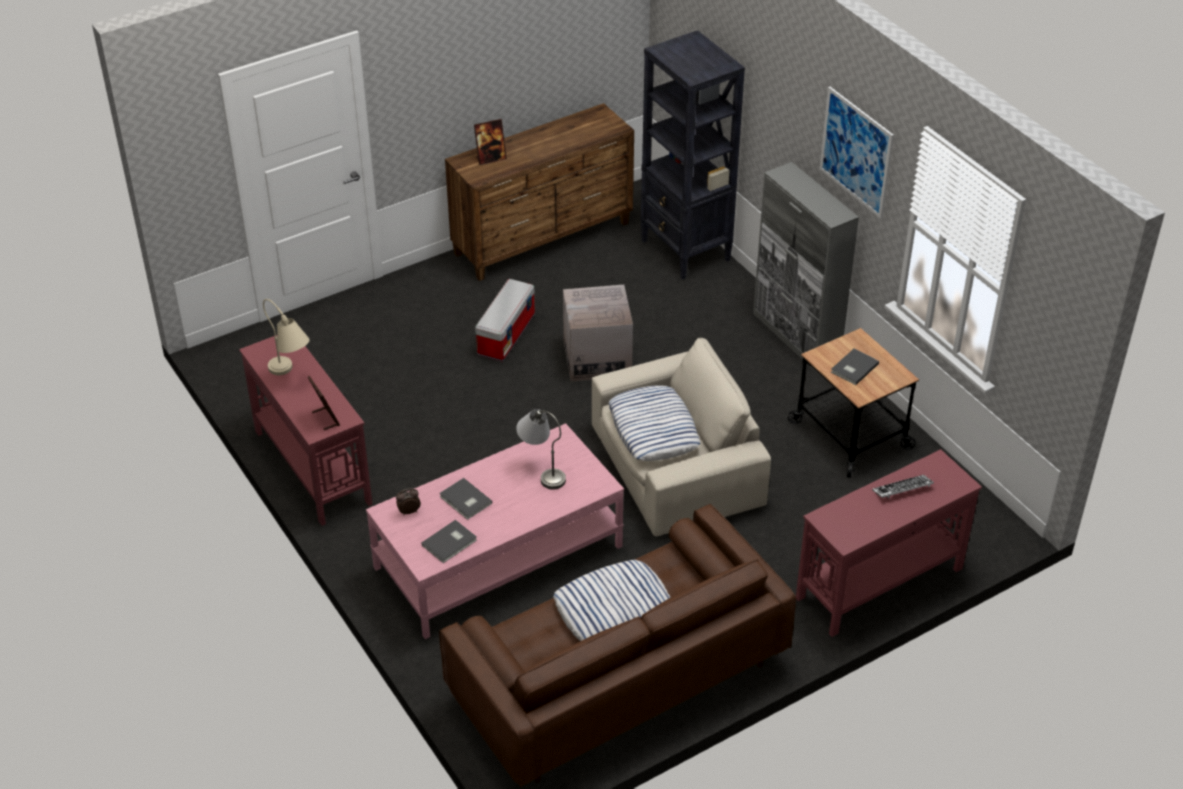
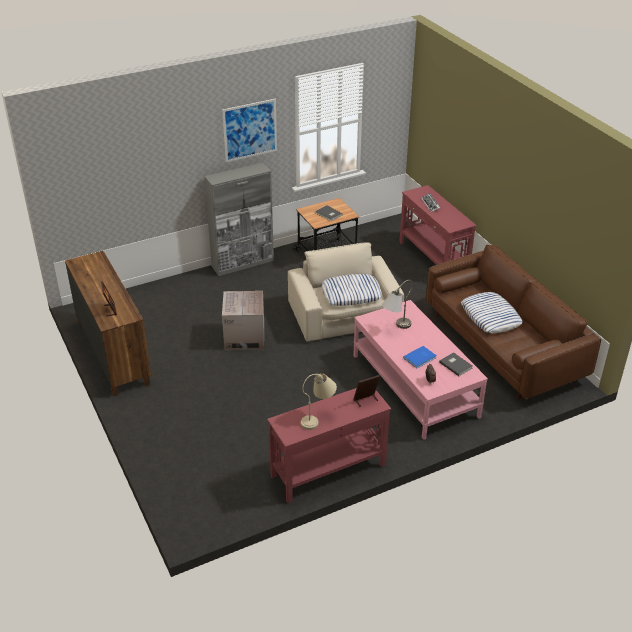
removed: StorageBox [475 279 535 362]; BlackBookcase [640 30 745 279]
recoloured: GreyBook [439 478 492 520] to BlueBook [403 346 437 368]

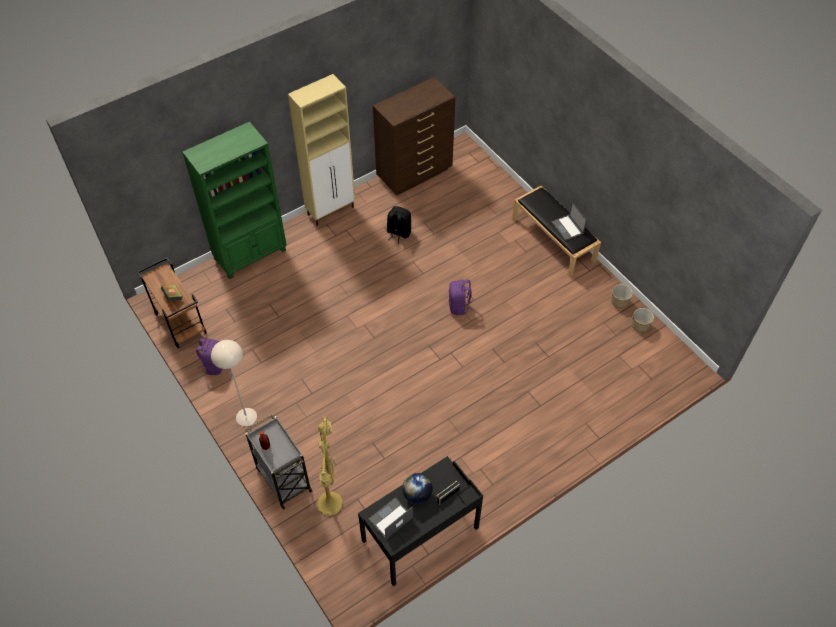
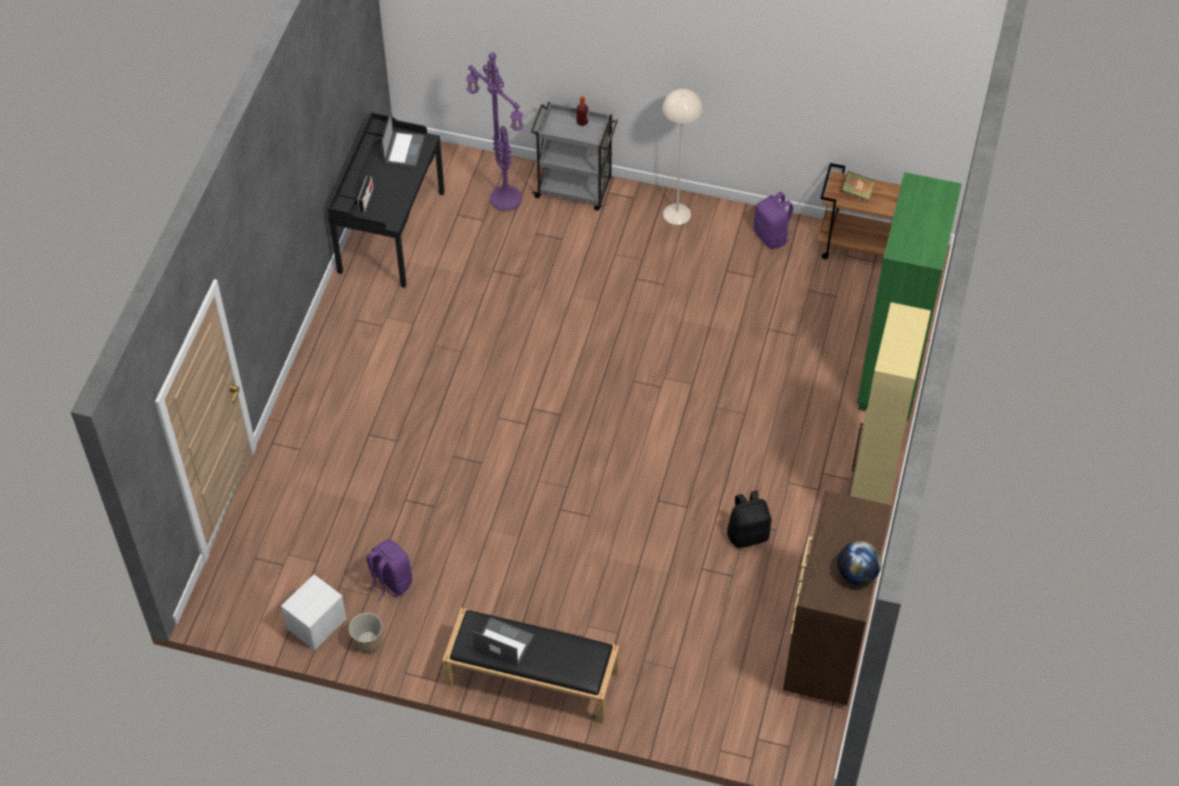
moved: Globe [403 473 433 504] to [838 541 882 585]; PurpleBackpack [449 280 474 315] to [366 539 412 602]
replaced: Planter [632 308 654 332] to WhiteStorageBox [281 574 347 650]
recoloured: YellowFloorLamp [317 417 343 516] to PurpleFloorLamp [466 52 524 212]

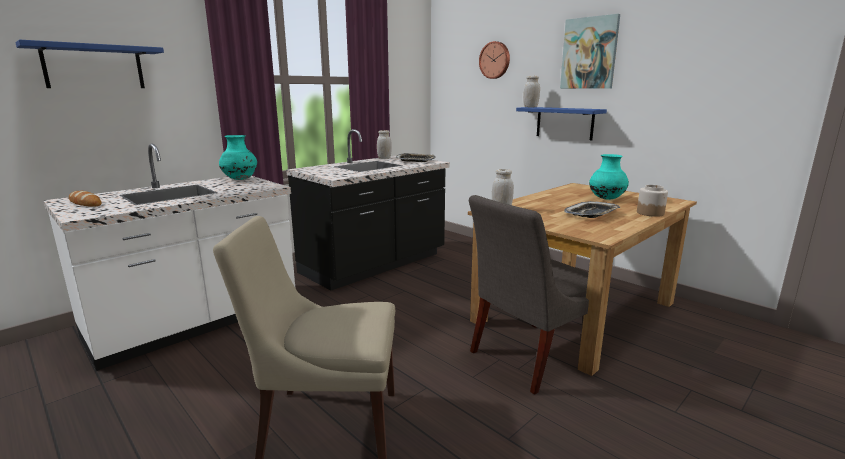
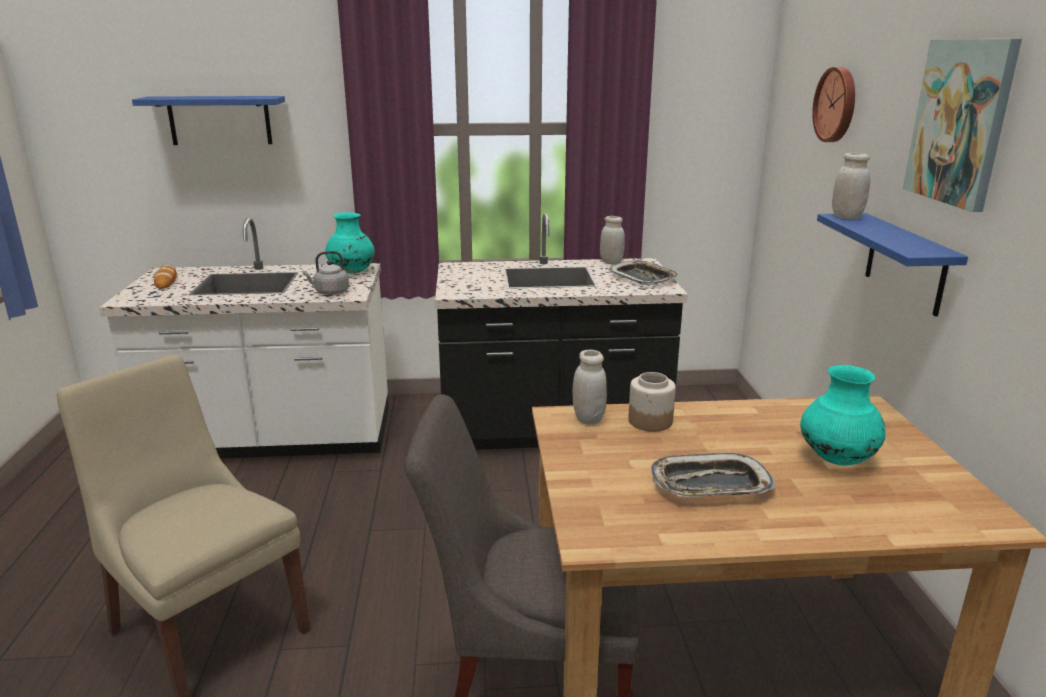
added: GreyKettle [303 251 349 295]
moved: Jar [637 185 668 217] to [628 372 676 431]

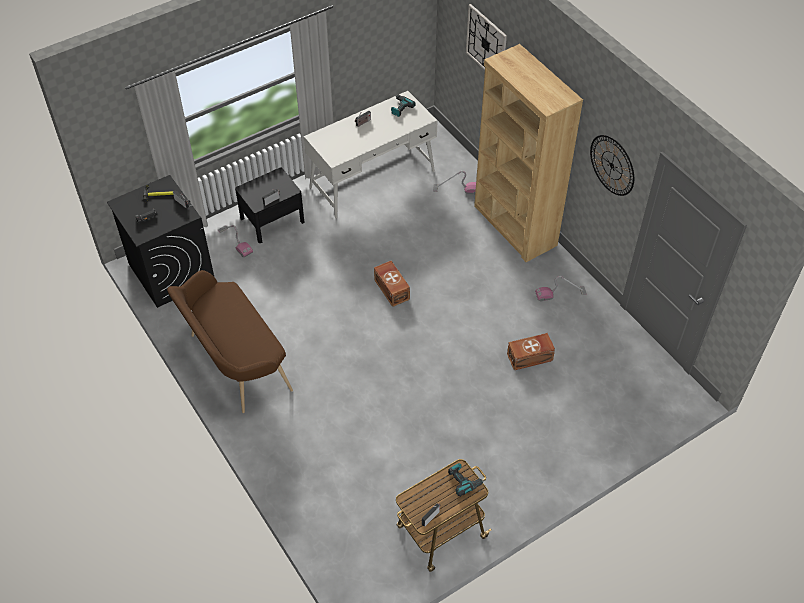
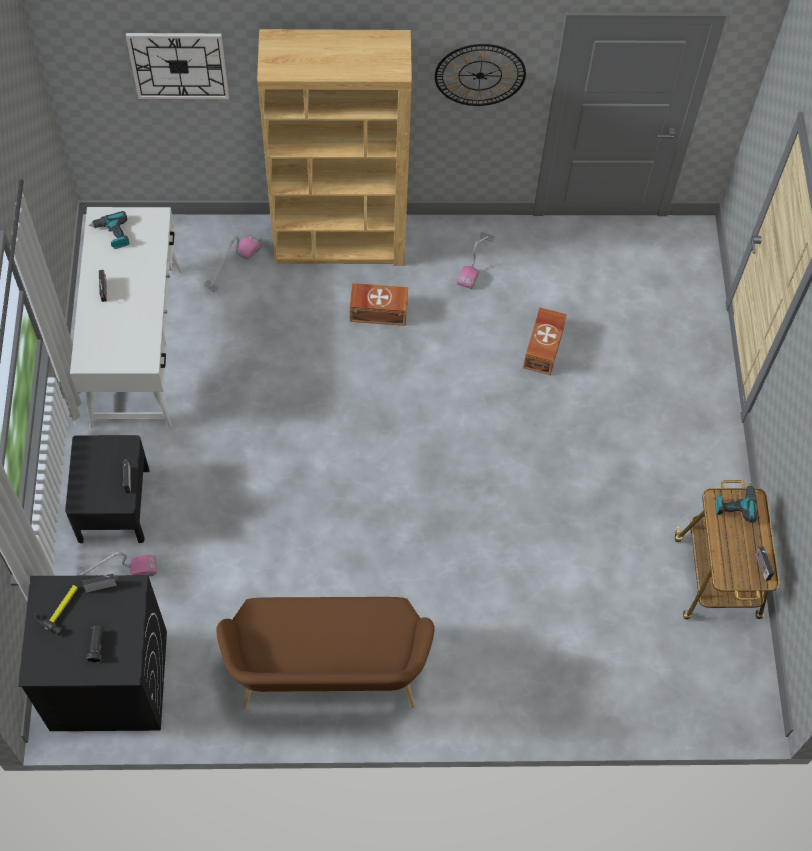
moved: BrownStorageBox [374 261 410 307] to [350 283 408 326]

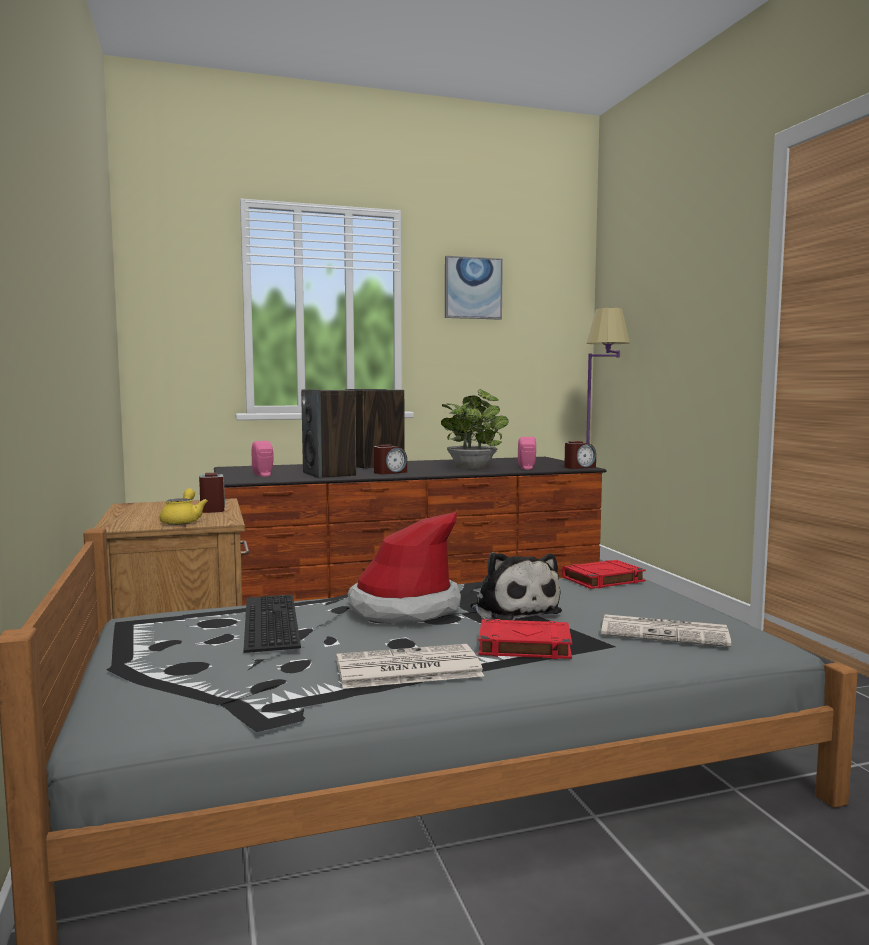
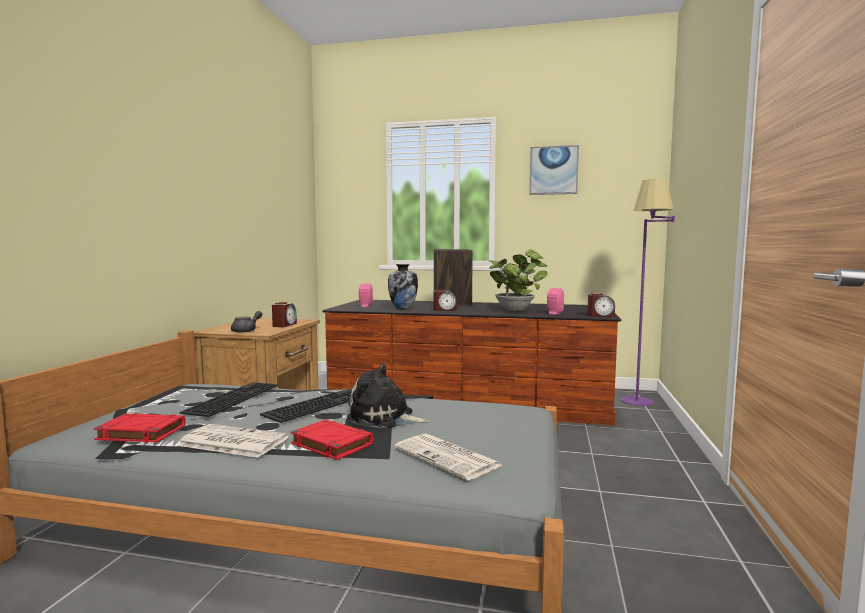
moved: RedBook [562 560 646 589] to [93 413 186 443]
replaced: Speaker [301 389 356 478] to Vase [388 264 418 309]; Hat [348 512 461 624] to Keyboard [260 388 352 423]
recoloured: YellowTeapot [159 488 208 525] to GreyTeapot [231 311 262 333]
turned: PlushToy [470 552 562 620] = [347 364 429 428] 105 degrees clockwise

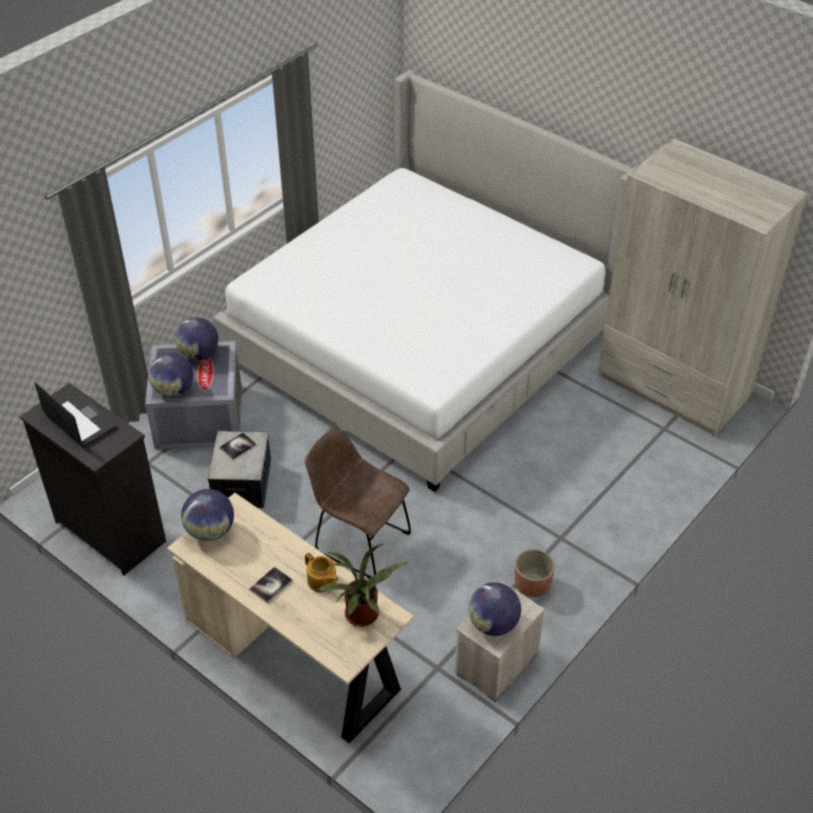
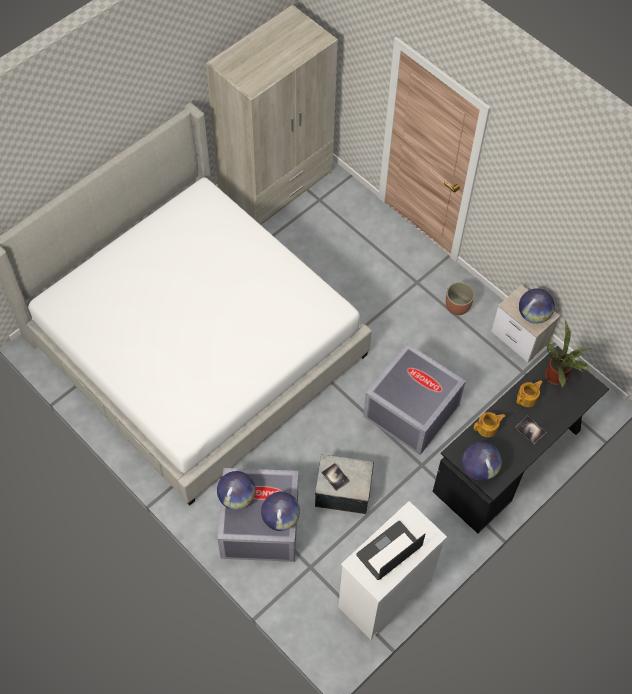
added: Teapot [474 412 505 437]
replaced: BrownChair [305 426 411 579] to GreyStorageBox [363 343 466 455]
recoloured: BlackDresser [20 383 166 575] to WhiteDresser [338 501 447 640]; BeigeDesk [167 493 414 744] to BlackDesk [433 346 609 533]

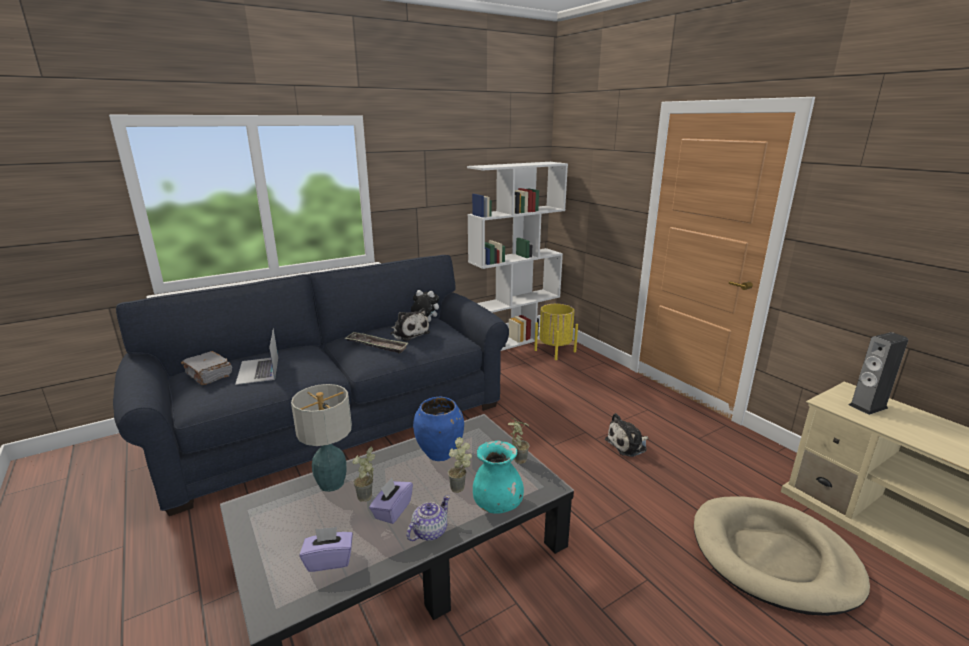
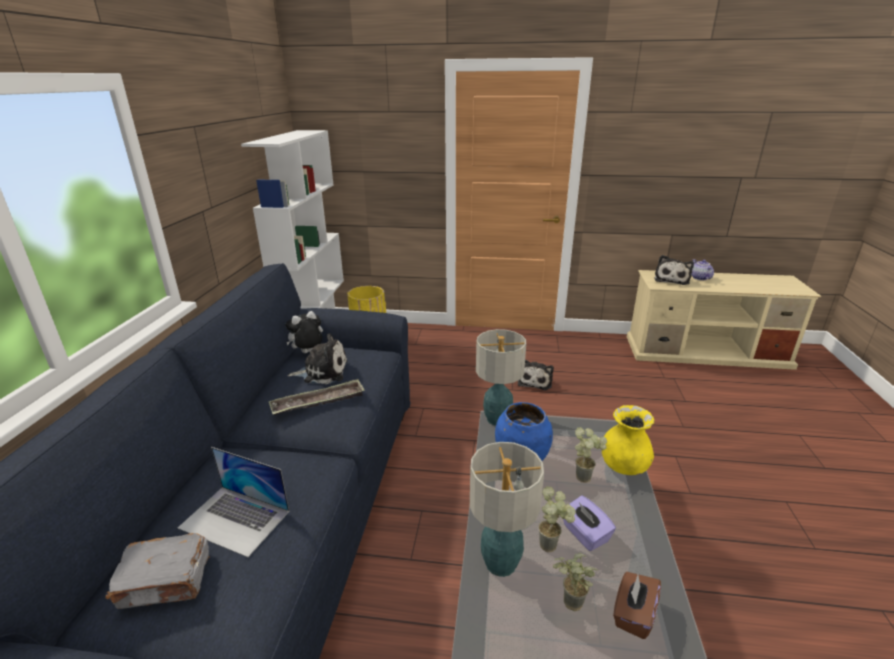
removed: BeigeDogBed [694 496 870 616]
added: TableLamp [476 329 526 426]
moved: Teapot [407 495 450 541] to [691 259 714 280]; PottedPlant [508 418 530 464] to [553 553 598 611]
replaced: Speaker [849 332 908 415] to PlushToy [654 255 694 285]
recoloured: PurpleTissueBox [300 527 353 572] to BrownTissueBox [613 572 661 639]; TurquoiseVase [473 441 524 514] to YellowVase [602 405 655 475]

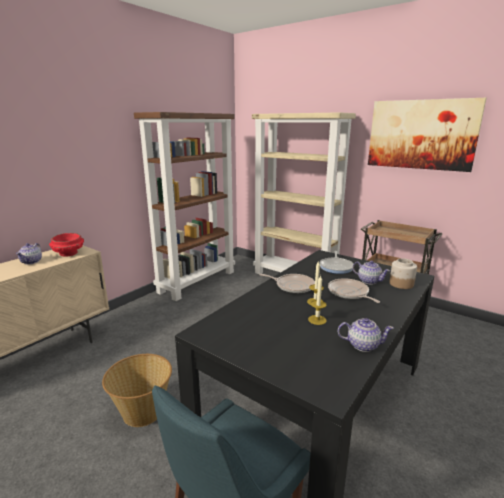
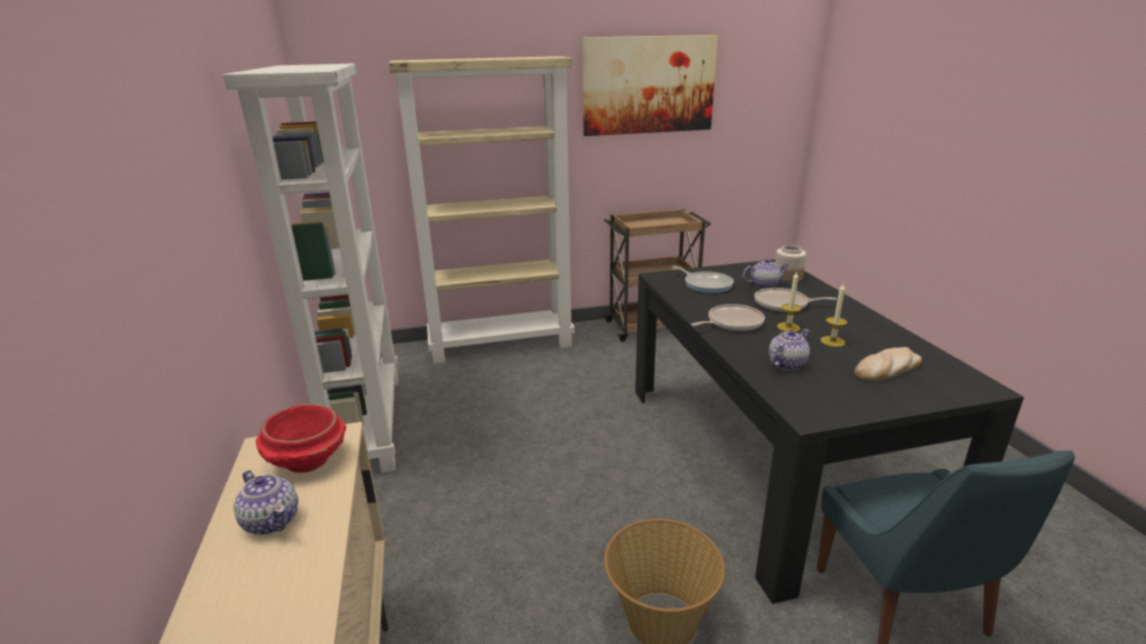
added: Bread [854 347 922 381]
moved: Teapot [338 318 394 352] to [769 329 810 370]
recoloured: BrownBookcase [134 112 235 301] to WhiteBookcase [223 64 398 473]

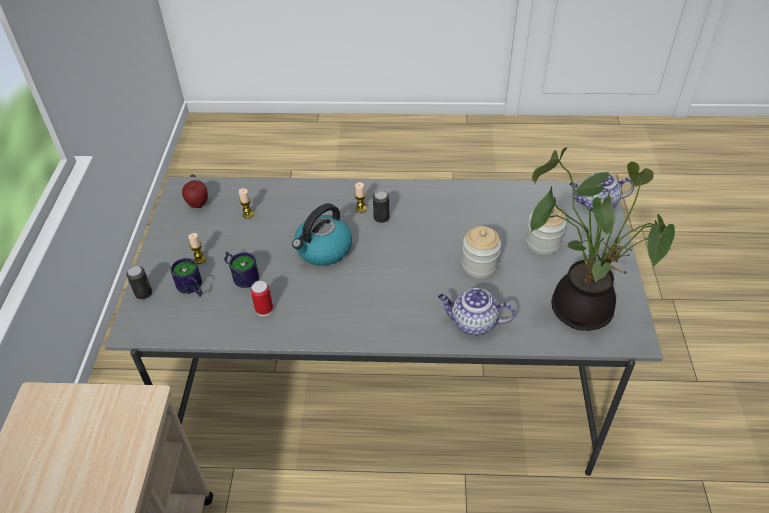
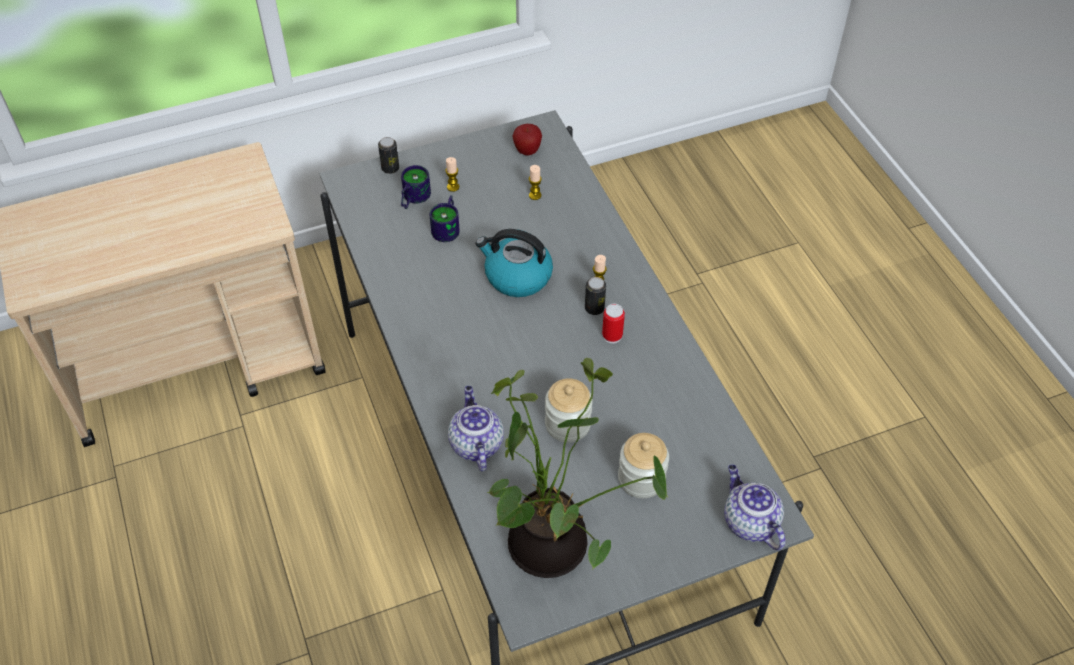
moved: Can [251 281 273 316] to [602 304 625 343]

